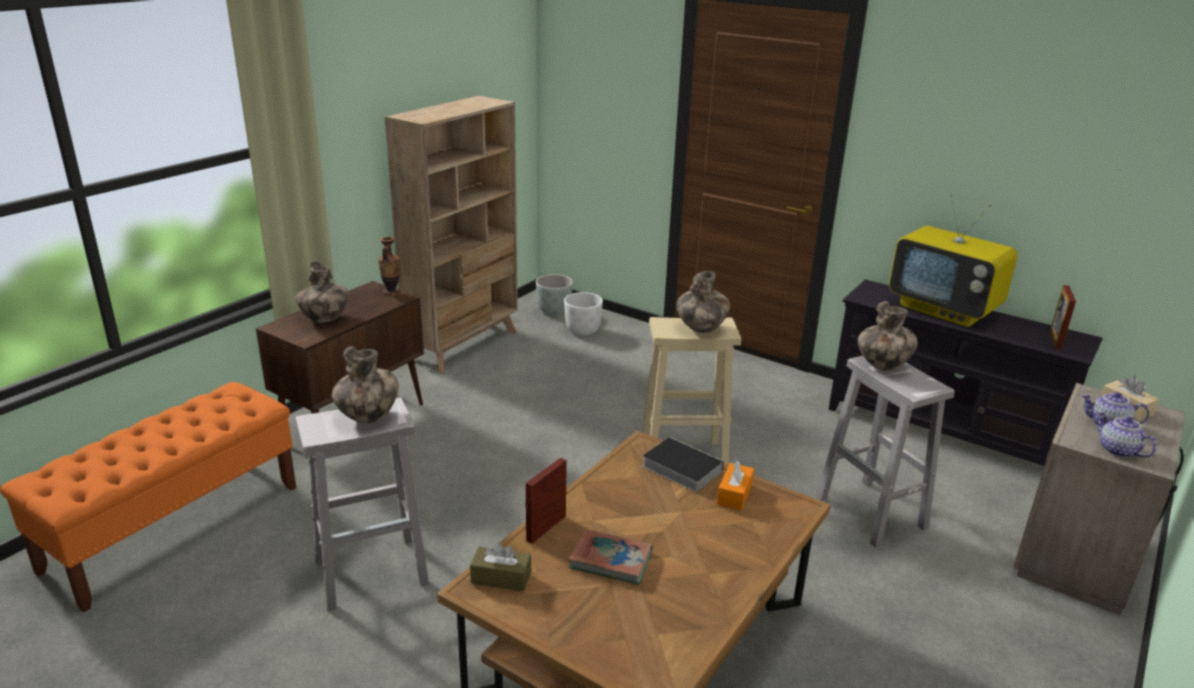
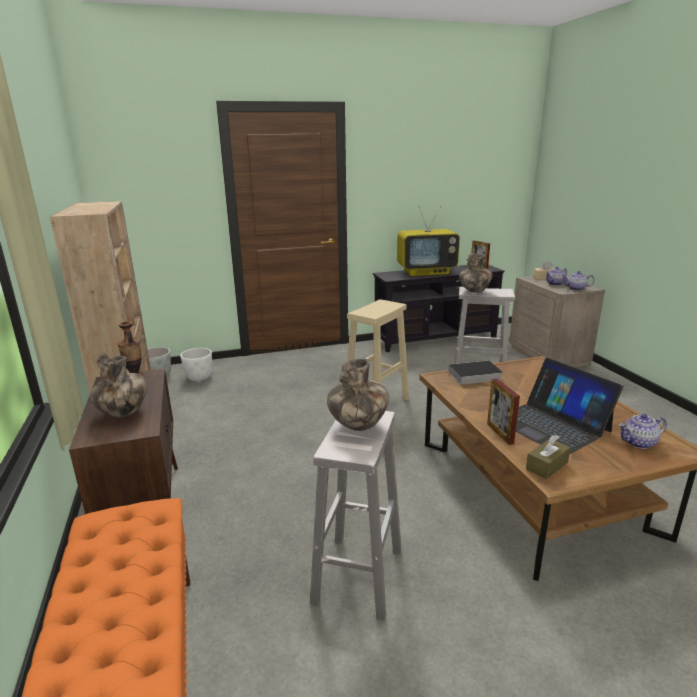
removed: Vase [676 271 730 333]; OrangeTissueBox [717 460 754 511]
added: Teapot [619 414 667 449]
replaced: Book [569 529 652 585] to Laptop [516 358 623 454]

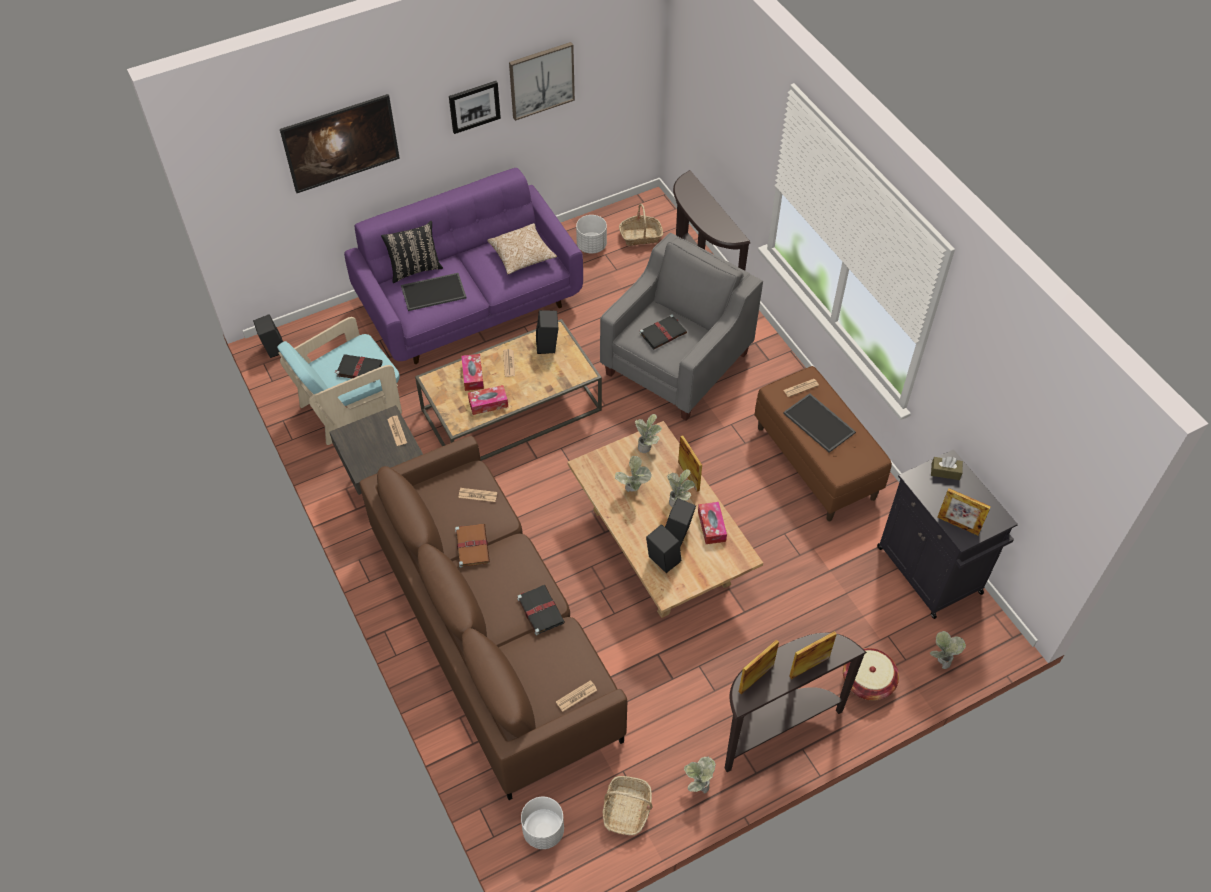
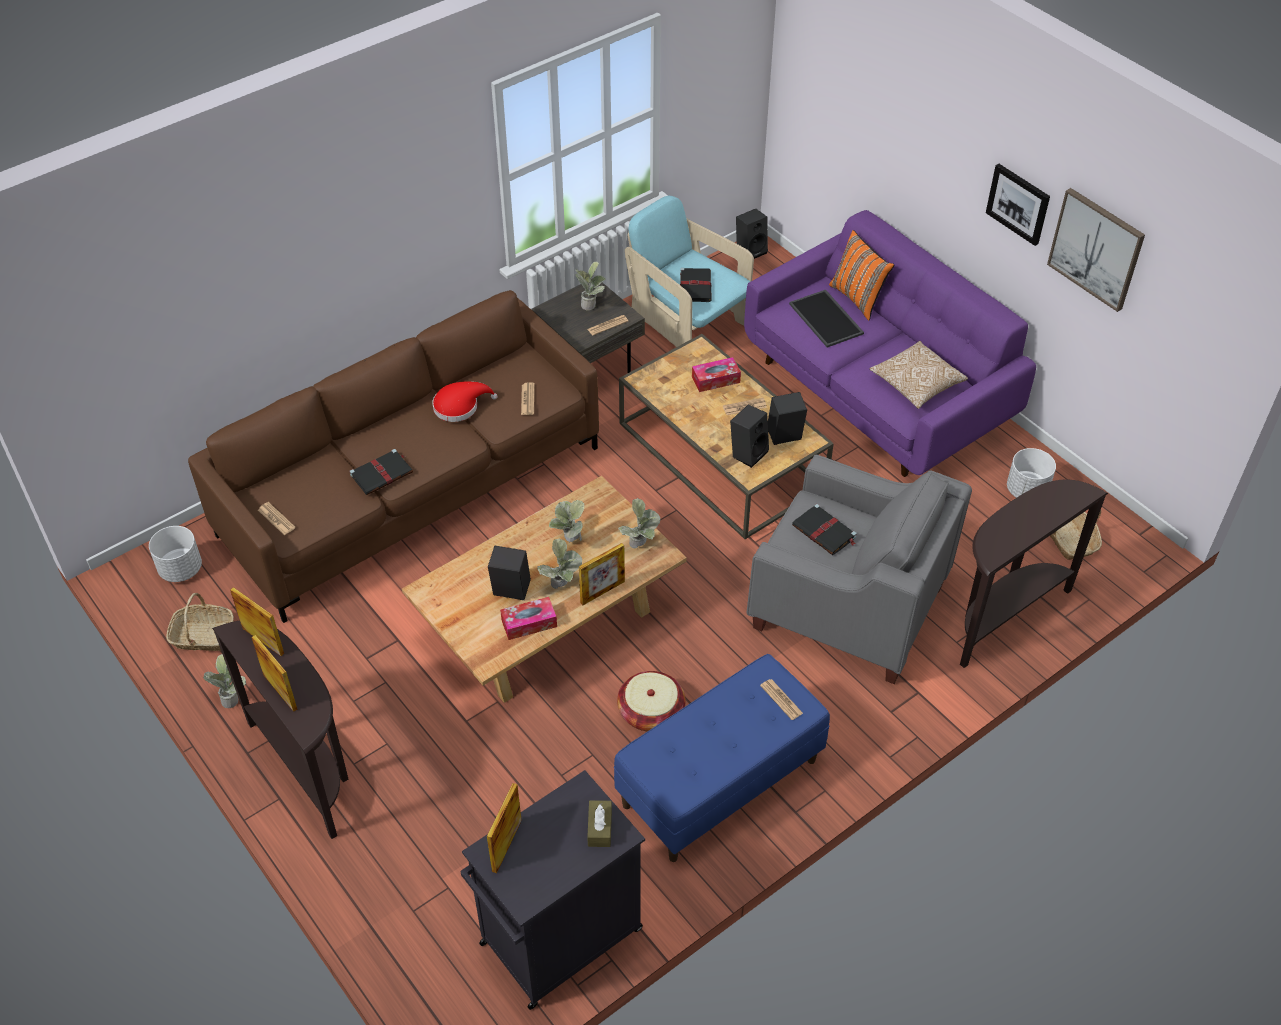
removed: Picture [280 94 400 193]; TissueBox [468 385 508 415]; Tray [783 393 856 453]
moved: BlackSpeaker [646 524 681 573] to [730 405 769 468]; Basket [843 648 899 701] to [617 671 686 731]; PottedPlant [930 631 966 669] to [575 261 606 310]
replaced: BrownBook [455 524 490 568] to RedHat [432 381 498 422]
recoloured: BlackPillow [381 221 443 283] to OrangePillow [829 230 894 321]; BrownBench [754 366 892 521] to BlueBench [614 654 830 862]

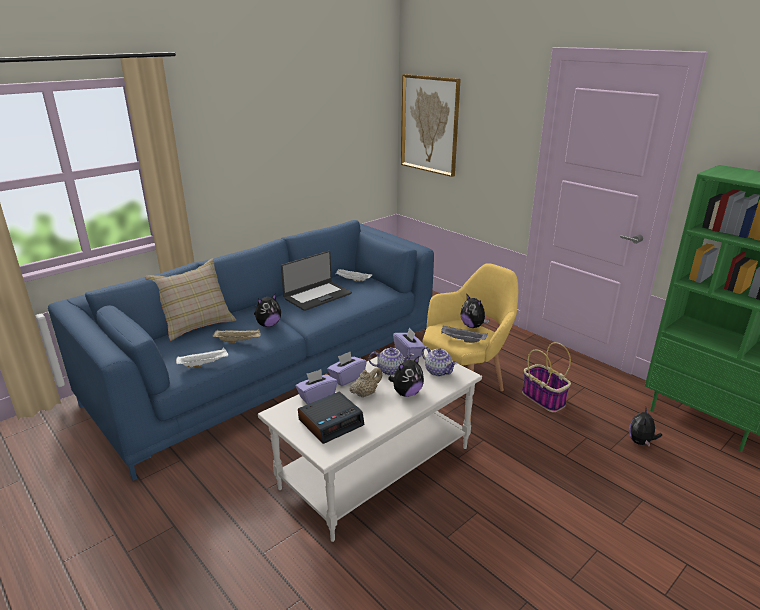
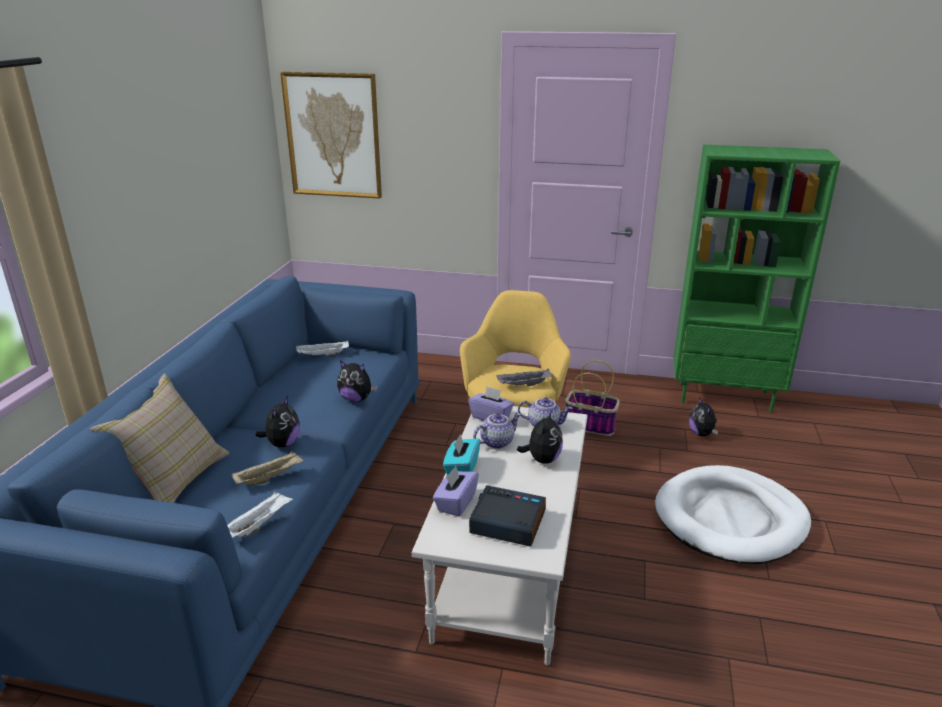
removed: Laptop [281 251 352 311]; BeigeTeapot [350 367 382 398]
added: WhiteDogBed [655 465 811 564]
moved: PlushToy [460 293 489 328] to [337 360 377 402]
recoloured: PurpleTissueBox [327 351 367 386] to TurquoiseTissueBox [443 434 480 475]
turned: AlarmClock [298 392 365 444] = [469 485 546 547] 90 degrees counterclockwise

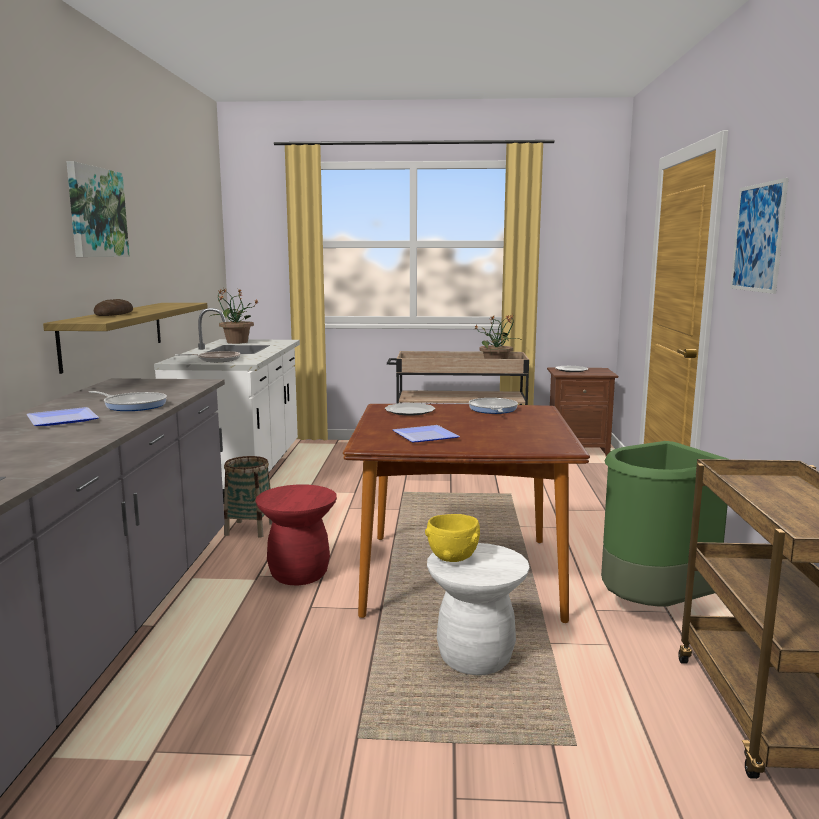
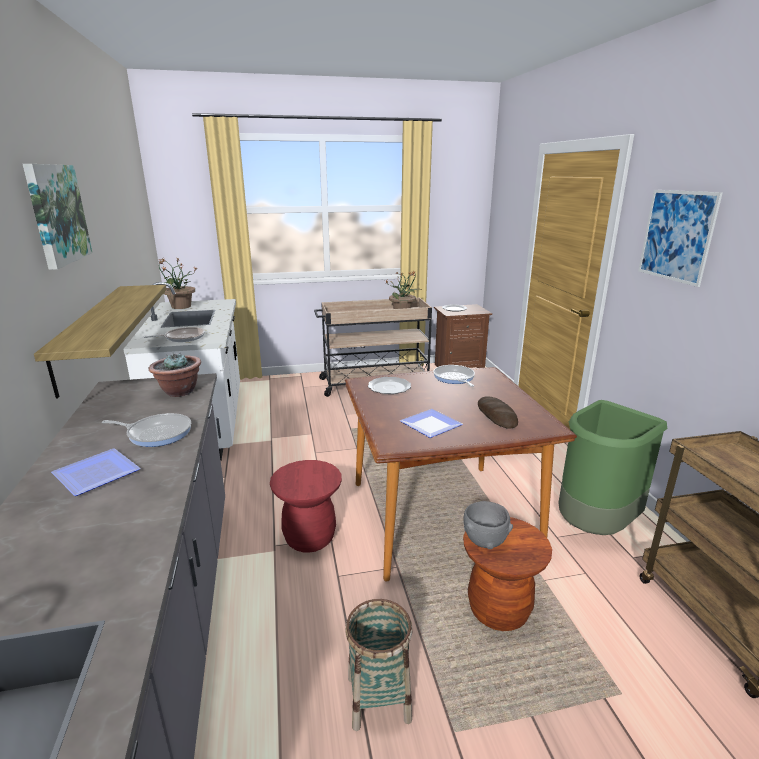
added: PottedPlant [148 353 201 397]
moved: Bread [94 299 133 316] to [478 396 518 429]; Basket [224 456 273 538] to [345 599 412 731]
recoloured: YellowBowl [425 514 480 562] to GreyBowl [464 501 513 549]; WhiteStool [427 543 530 675] to BrownStool [463 517 552 631]

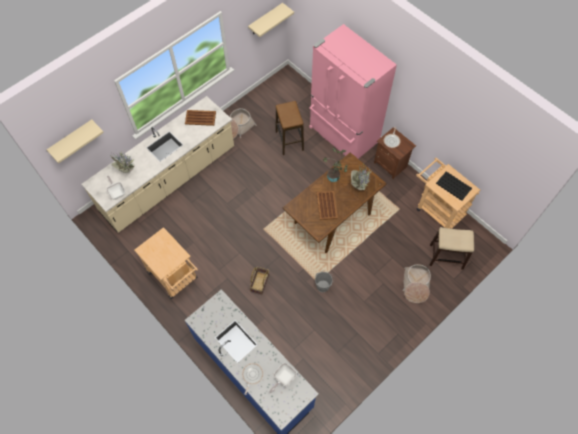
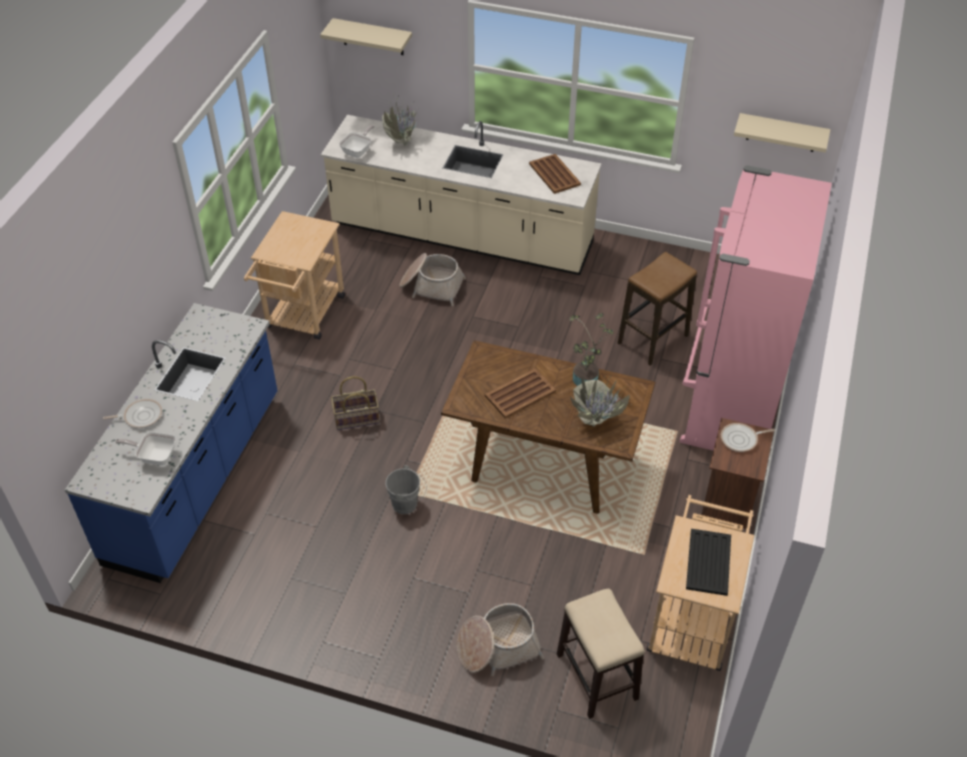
moved: Basket [230 108 257 139] to [399 253 466 306]

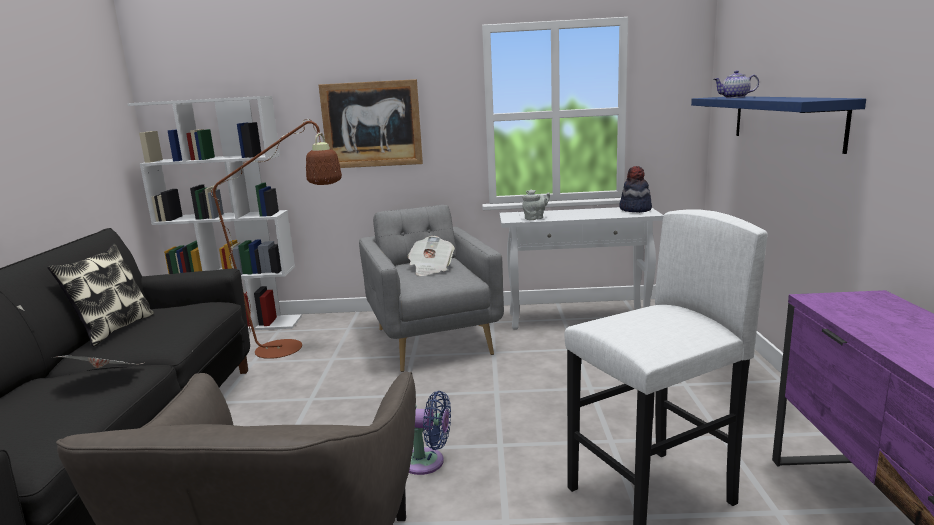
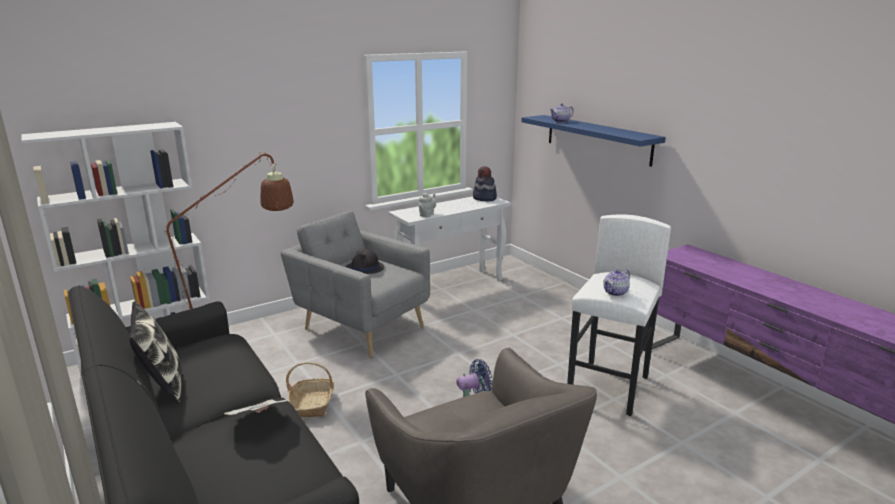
removed: Picture [318 79 423 168]
added: Basket [286 362 334 418]; Teapot [603 269 630 296]
replaced: Newspaper [408 236 455 276] to BlackHat [346 249 384 274]

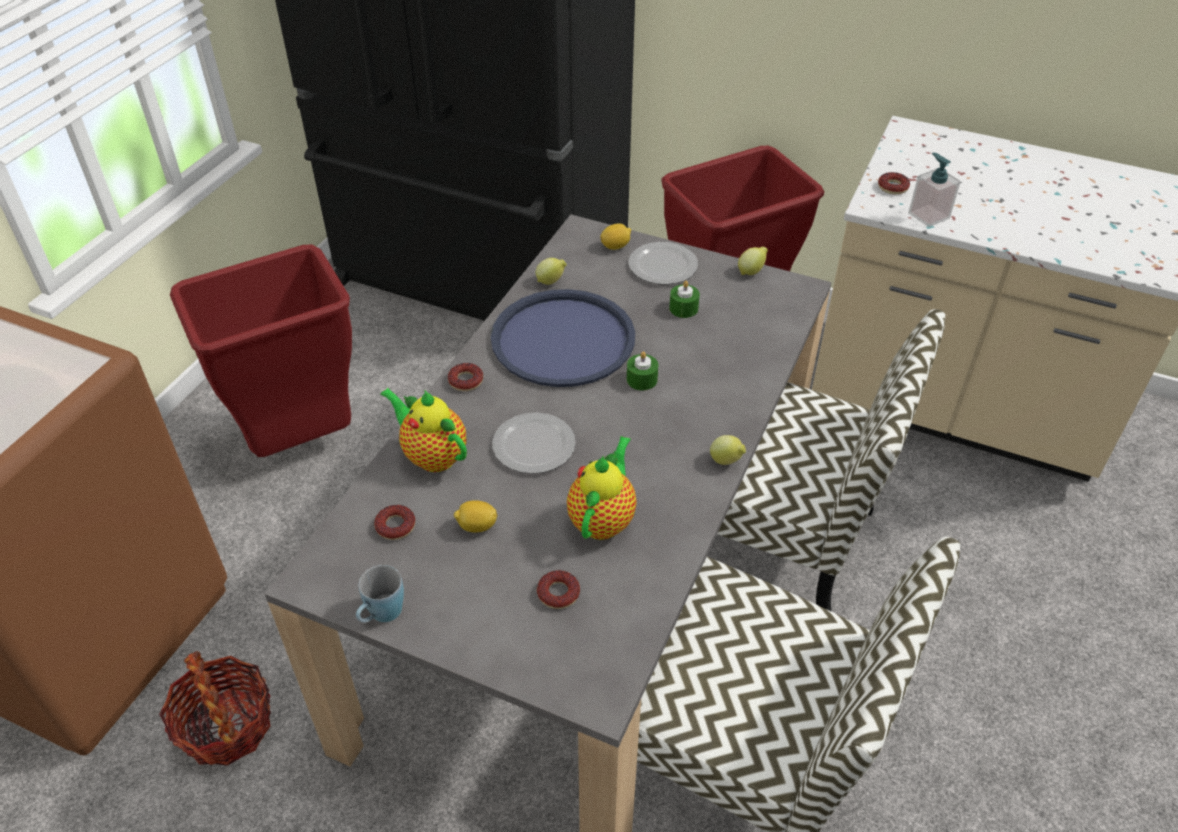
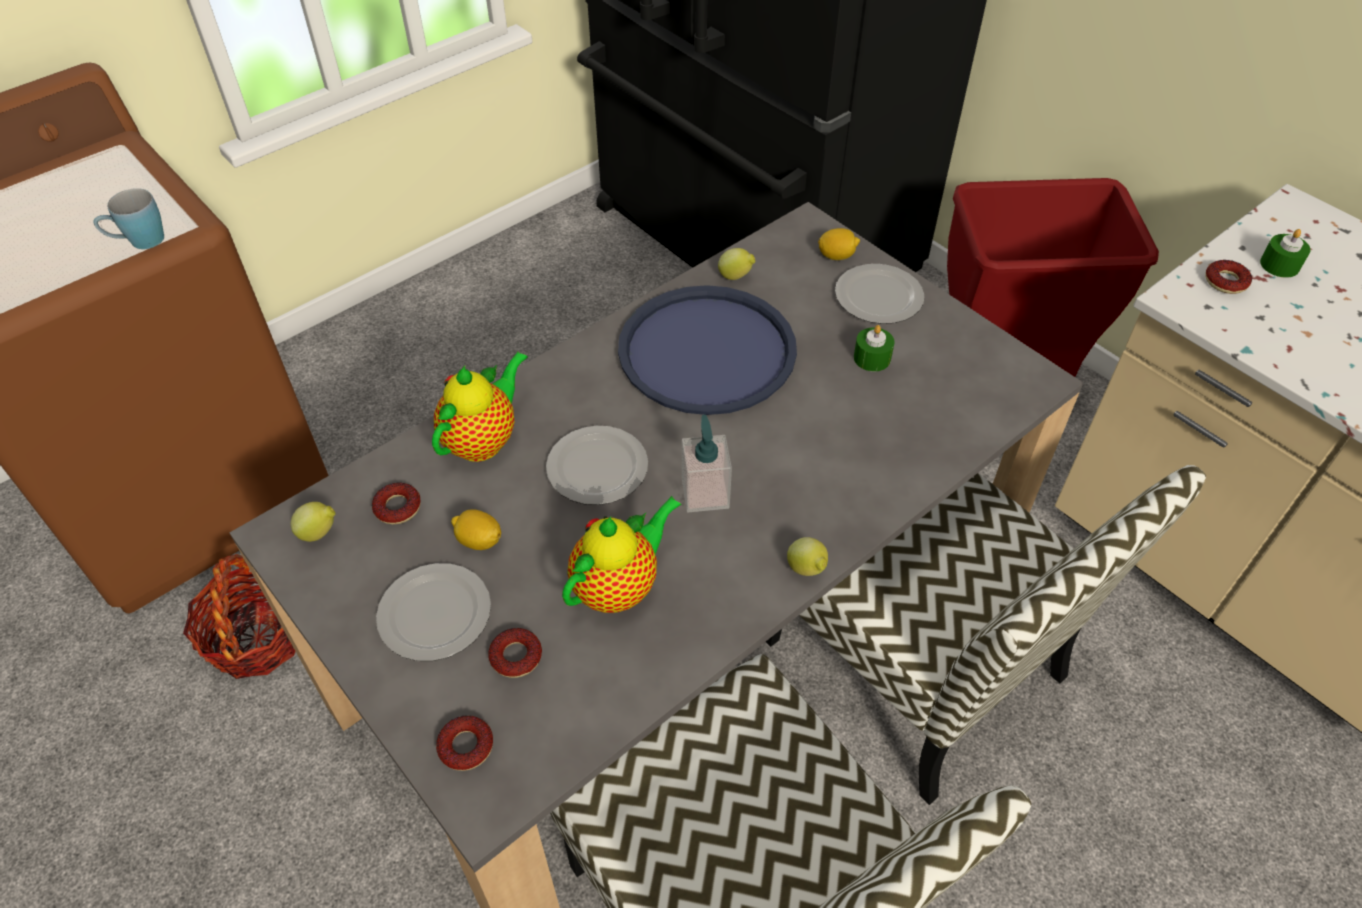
removed: RedTrashCan [170 244 352 457]
added: Plate [376 563 491 661]
moved: BlueMug [356 565 404 623] to [93 188 164 249]; Donut [448 363 483 391] to [436 715 493 771]; GreenCandle [627 351 659 390] to [1260 229 1311 278]; Lemon [738 247 768 275] to [291 502 336 542]; SoapDispenser [908 153 961 227] to [682 415 732 512]
turned: Teapot [380 388 467 472] = [432 352 528 462] 60 degrees clockwise

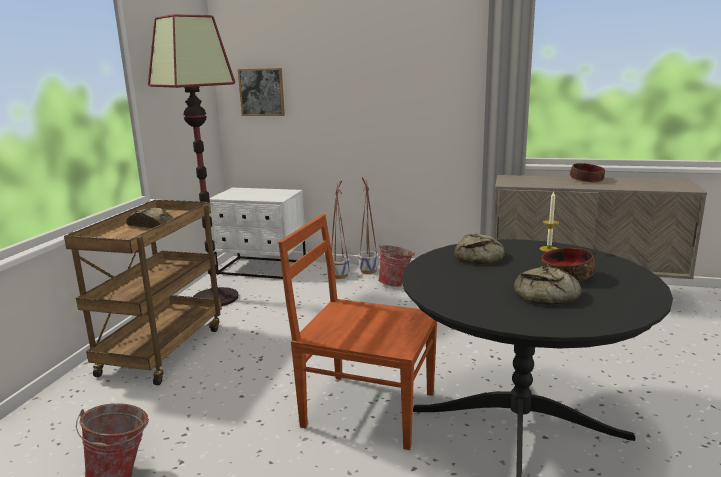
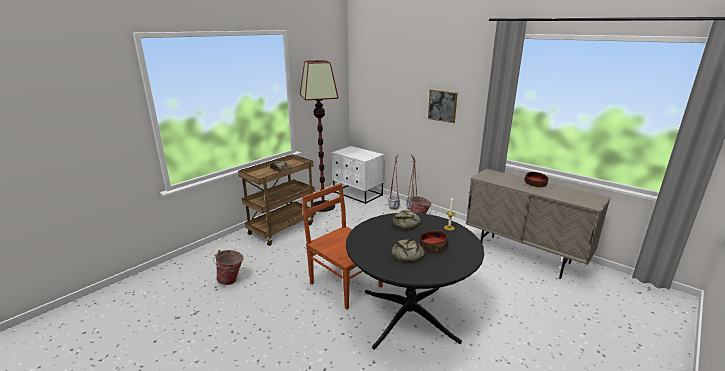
moved: Picture [238 68 285 116] to [428 89 458 123]

